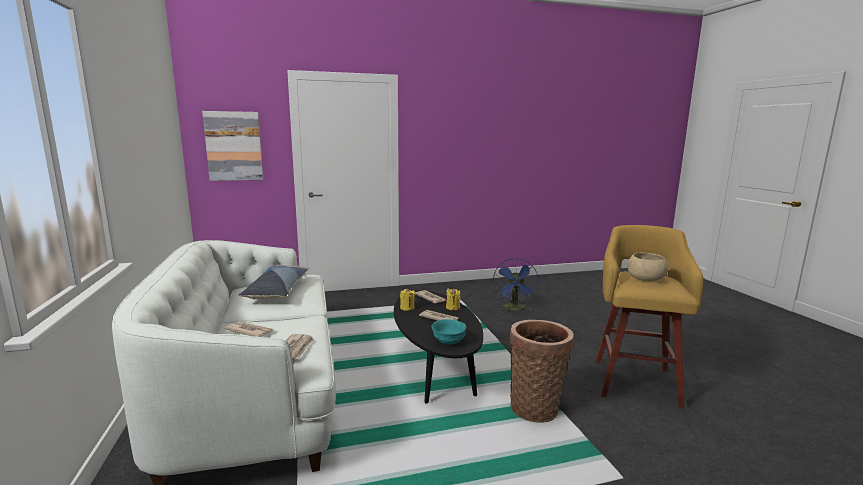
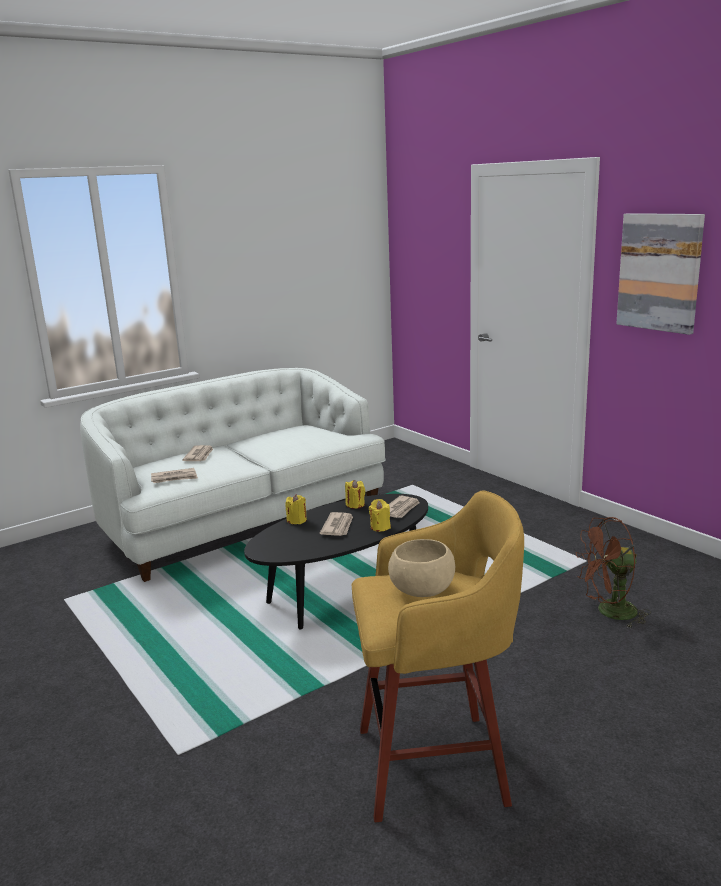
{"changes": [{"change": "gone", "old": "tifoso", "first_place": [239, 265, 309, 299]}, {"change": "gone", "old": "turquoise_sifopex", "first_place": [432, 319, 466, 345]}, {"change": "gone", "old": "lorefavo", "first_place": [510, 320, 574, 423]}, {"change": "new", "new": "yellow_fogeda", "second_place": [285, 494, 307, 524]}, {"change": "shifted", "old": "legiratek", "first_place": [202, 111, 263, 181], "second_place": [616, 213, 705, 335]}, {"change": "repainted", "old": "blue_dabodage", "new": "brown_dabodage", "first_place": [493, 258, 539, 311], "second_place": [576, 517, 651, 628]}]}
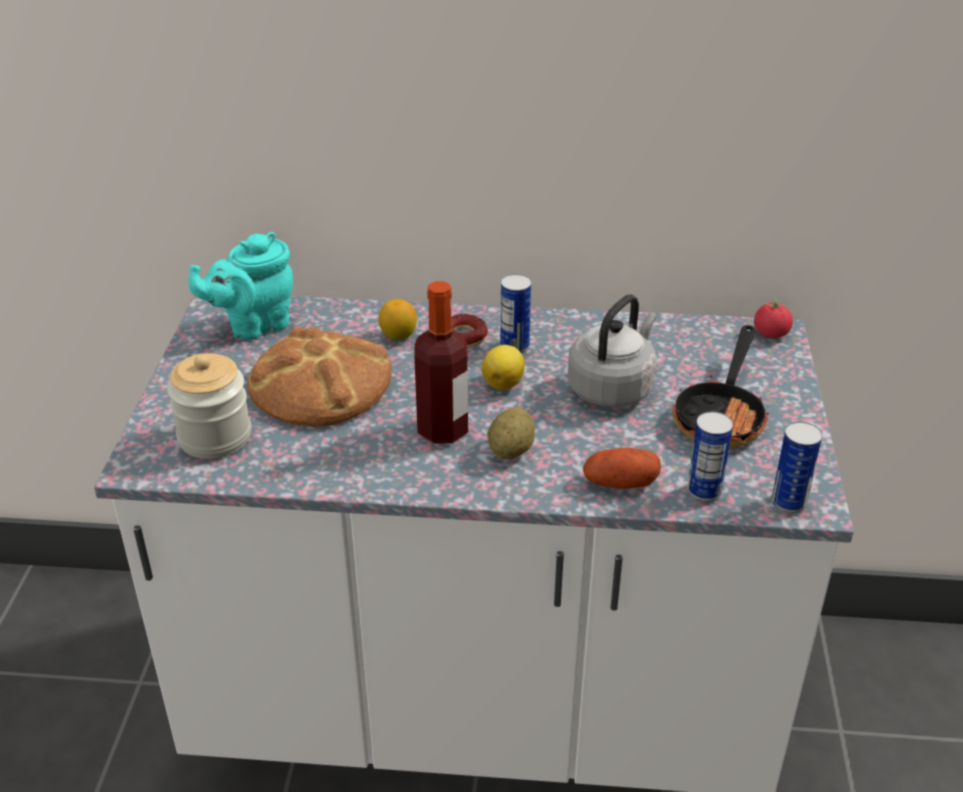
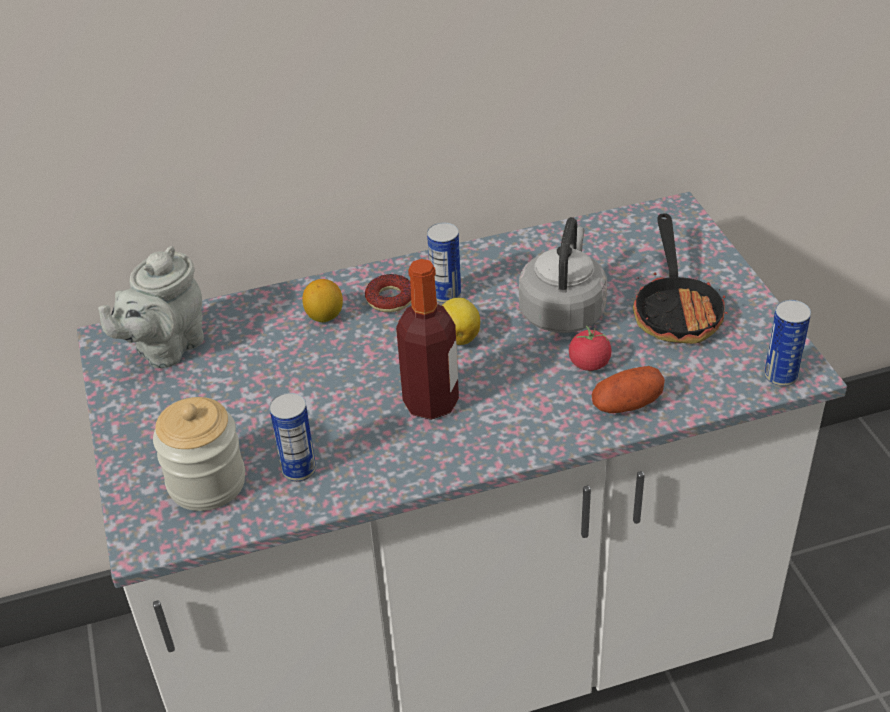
{"changes": [{"change": "gone", "old": "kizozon", "first_place": [248, 327, 392, 427]}, {"change": "gone", "old": "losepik", "first_place": [488, 407, 535, 459]}, {"change": "shifted", "old": "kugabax", "first_place": [687, 412, 733, 503], "second_place": [269, 393, 316, 482]}, {"change": "shifted", "old": "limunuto", "first_place": [754, 298, 793, 338], "second_place": [569, 326, 612, 371]}, {"change": "repainted", "old": "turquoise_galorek", "new": "grey_galorek", "first_place": [189, 232, 293, 340], "second_place": [98, 246, 204, 368]}]}
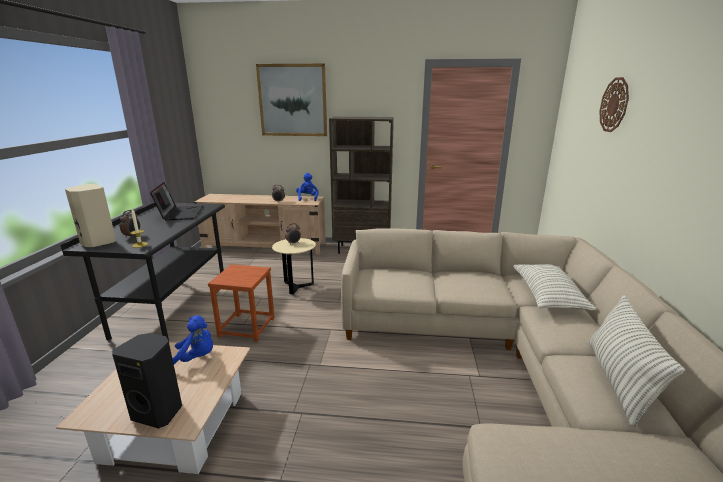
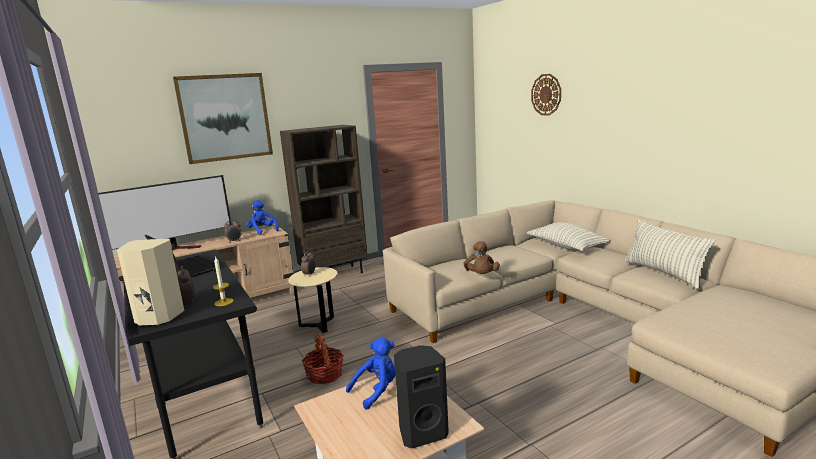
{"changes": [{"change": "new", "new": "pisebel", "second_place": [98, 175, 232, 250]}, {"change": "new", "new": "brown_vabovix", "second_place": [464, 241, 500, 274]}, {"change": "swapped", "old": "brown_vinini", "new": "lorefavo", "first_place": [208, 264, 275, 342], "second_place": [302, 334, 344, 384]}]}
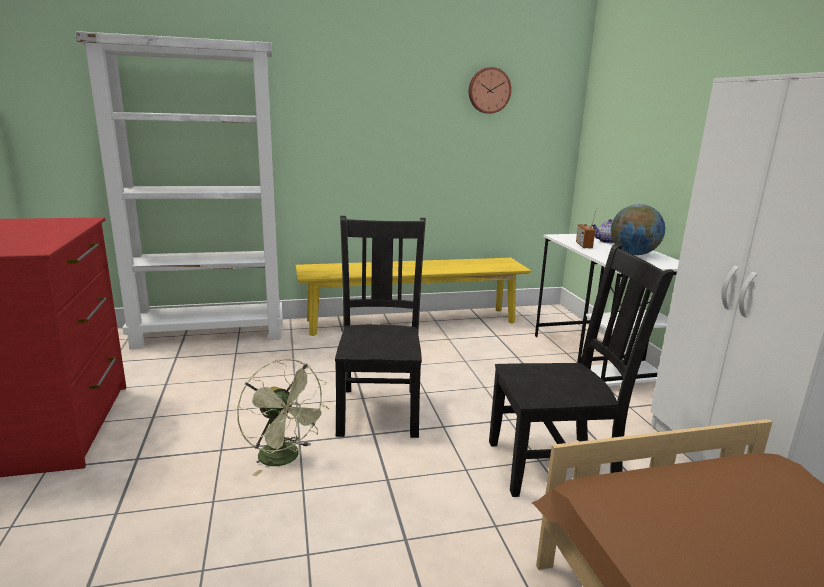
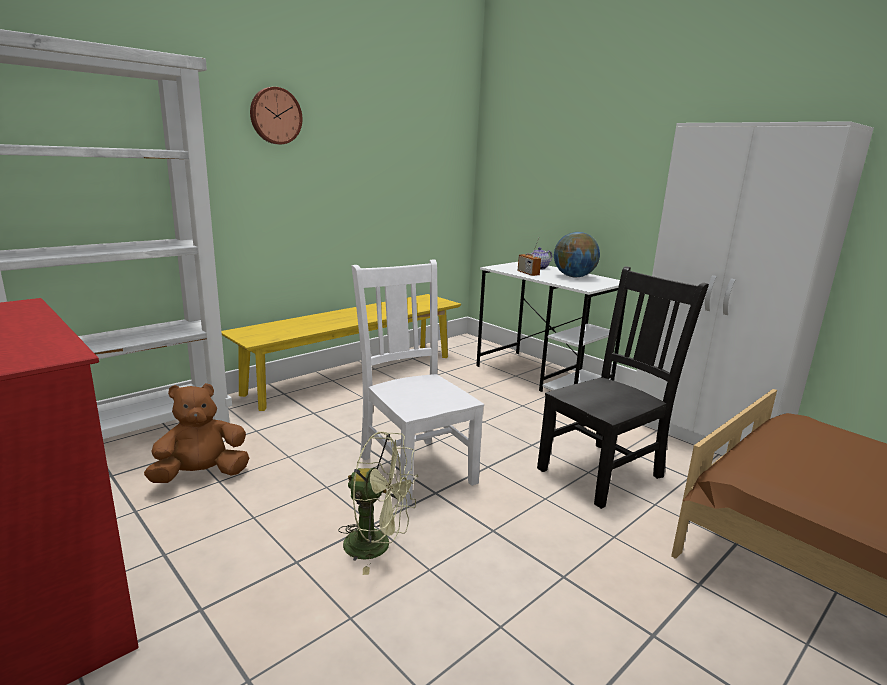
{"changes": [{"change": "new", "new": "brown_vabovix", "second_place": [144, 383, 249, 483]}, {"change": "shifted", "old": "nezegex", "first_place": [469, 67, 511, 114], "second_place": [250, 87, 302, 144]}, {"change": "repainted", "old": "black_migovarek", "new": "white_migovarek", "first_place": [335, 216, 426, 438], "second_place": [352, 260, 484, 506]}]}
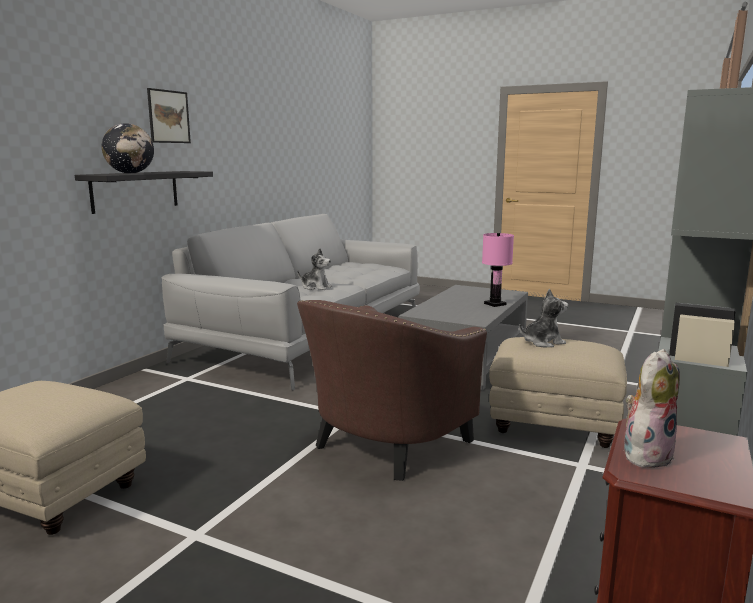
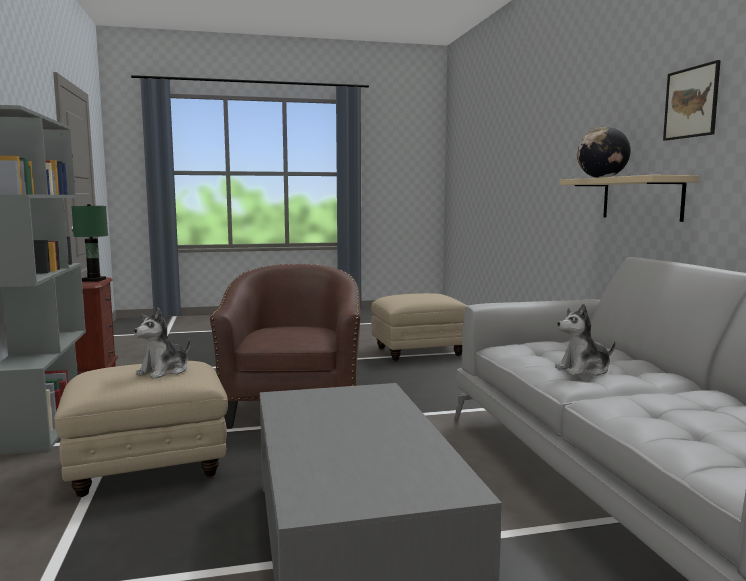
{"changes": [{"change": "gone", "old": "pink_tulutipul", "first_place": [482, 233, 514, 307]}, {"change": "swapped", "old": "vabovix", "new": "green_tulutipul", "first_place": [624, 349, 680, 470], "second_place": [71, 204, 108, 282]}, {"change": "repainted", "old": "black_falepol", "new": "beige_falepol", "first_place": [75, 171, 213, 214], "second_place": [560, 175, 699, 222]}]}
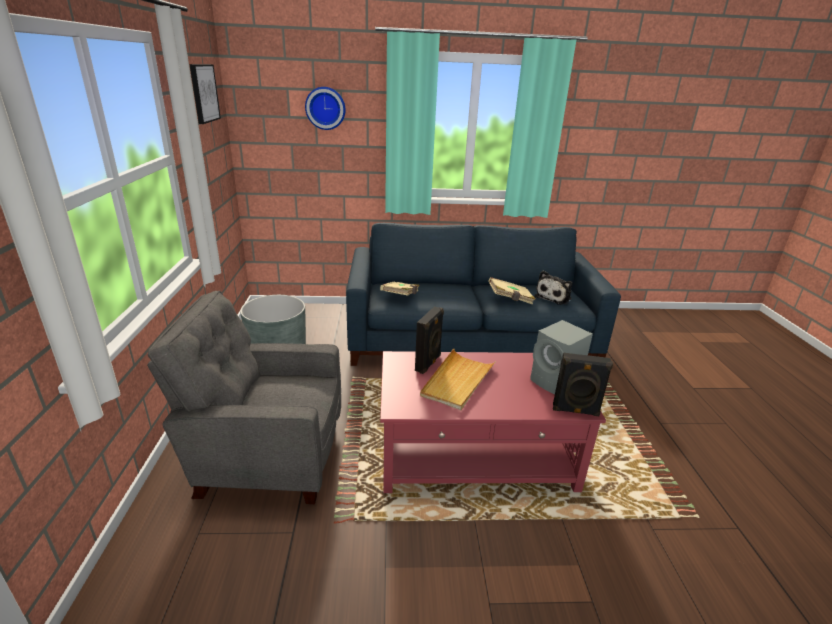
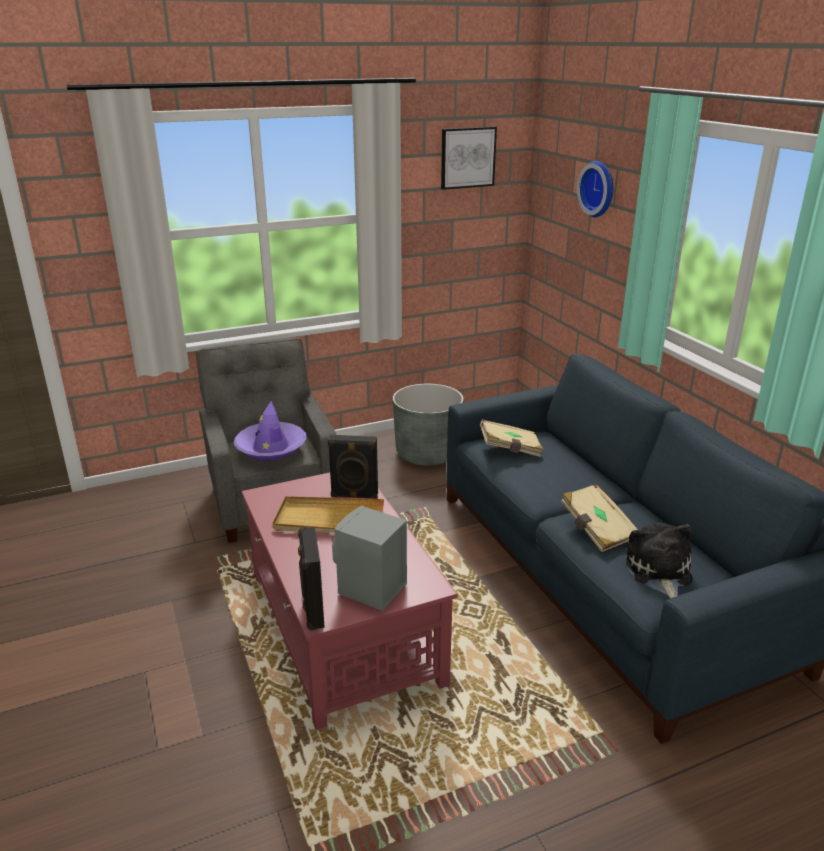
{"changes": [{"change": "new", "new": "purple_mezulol", "second_place": [234, 401, 307, 460]}, {"change": "rotated", "old": "vabovix", "first_place": [534, 271, 573, 305], "second_place": [625, 523, 693, 599], "degrees": 75}]}
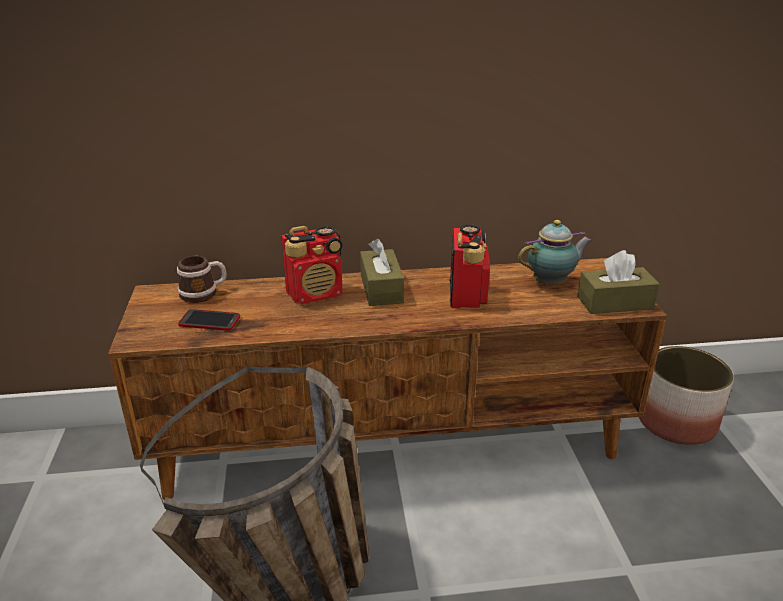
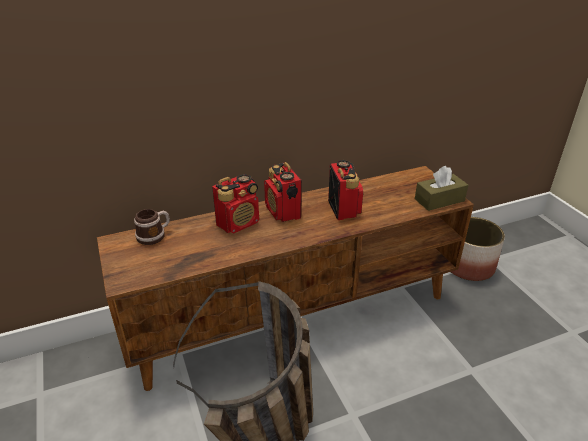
{"changes": [{"change": "gone", "old": "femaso", "first_place": [178, 309, 240, 331]}, {"change": "gone", "old": "galorek", "first_place": [518, 220, 592, 285]}, {"change": "swapped", "old": "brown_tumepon", "new": "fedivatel", "first_place": [360, 238, 404, 306], "second_place": [264, 162, 302, 222]}]}
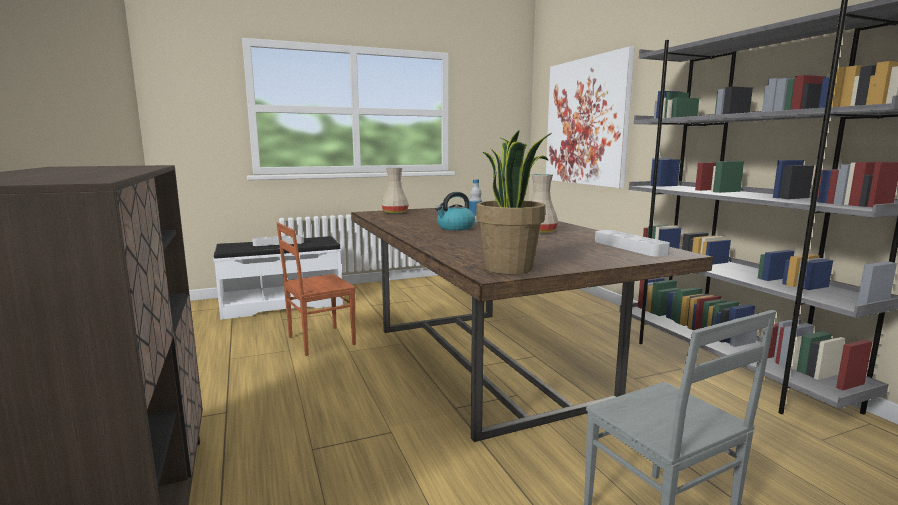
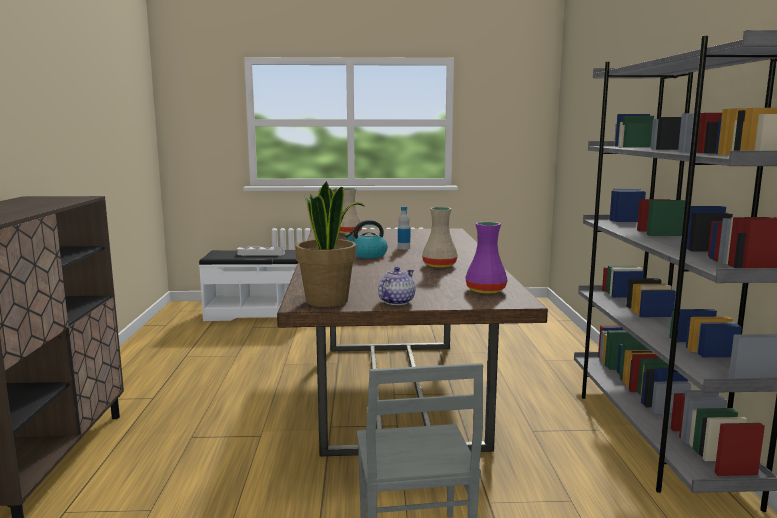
{"changes": [{"change": "gone", "old": "brown_migovarek", "first_place": [277, 222, 356, 356]}, {"change": "gone", "old": "legiratek", "first_place": [546, 46, 635, 188]}, {"change": "new", "new": "galorek", "second_place": [378, 267, 416, 305]}, {"change": "swapped", "old": "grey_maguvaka", "new": "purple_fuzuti", "first_place": [595, 230, 670, 256], "second_place": [465, 222, 508, 293]}]}
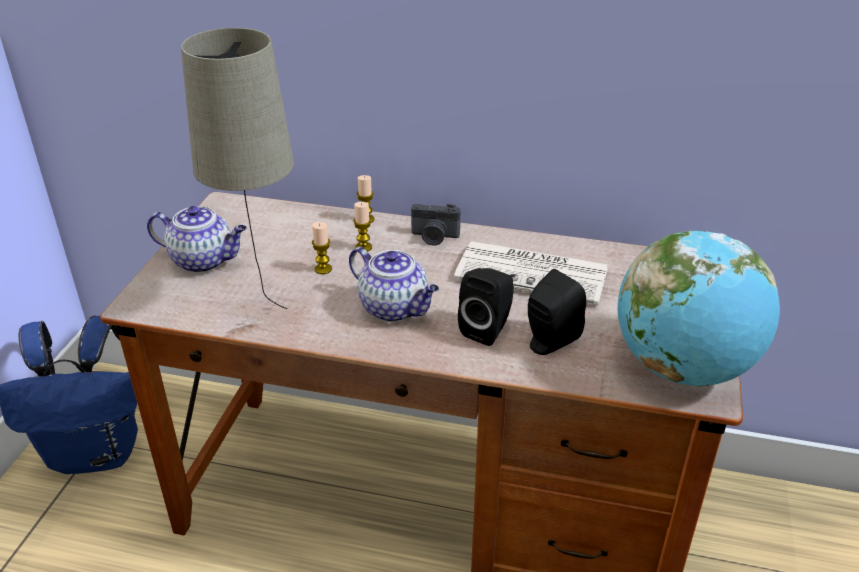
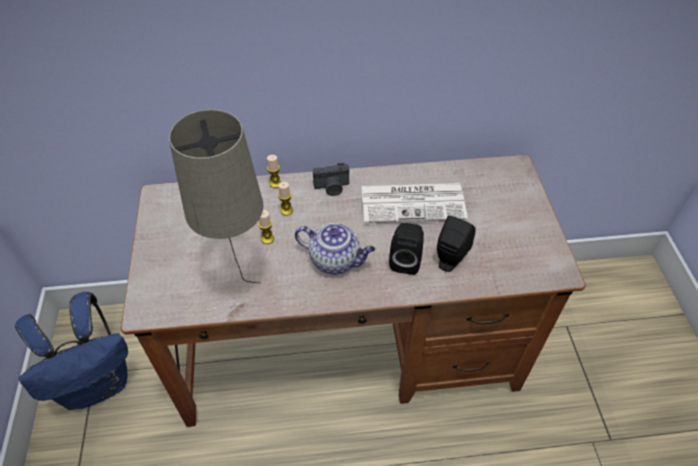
{"changes": [{"change": "gone", "old": "galorek", "first_place": [147, 206, 247, 273]}, {"change": "gone", "old": "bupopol", "first_place": [618, 230, 780, 387]}]}
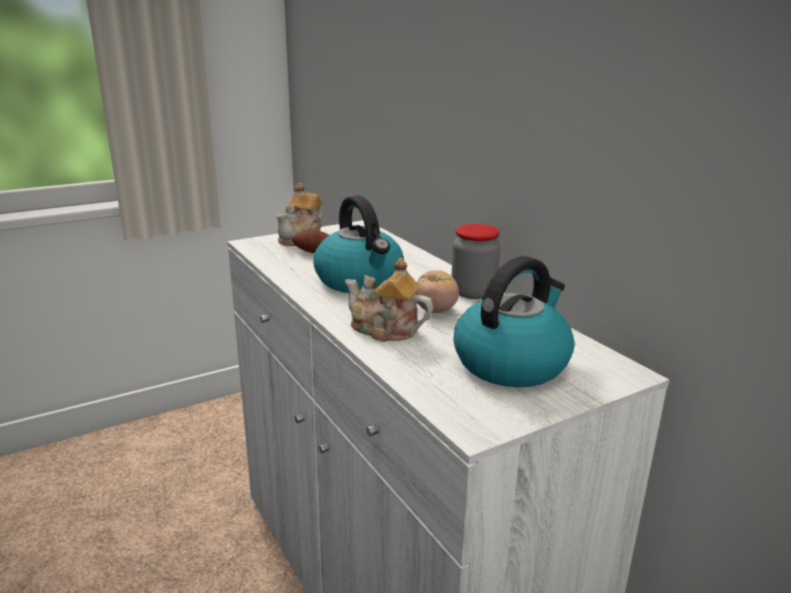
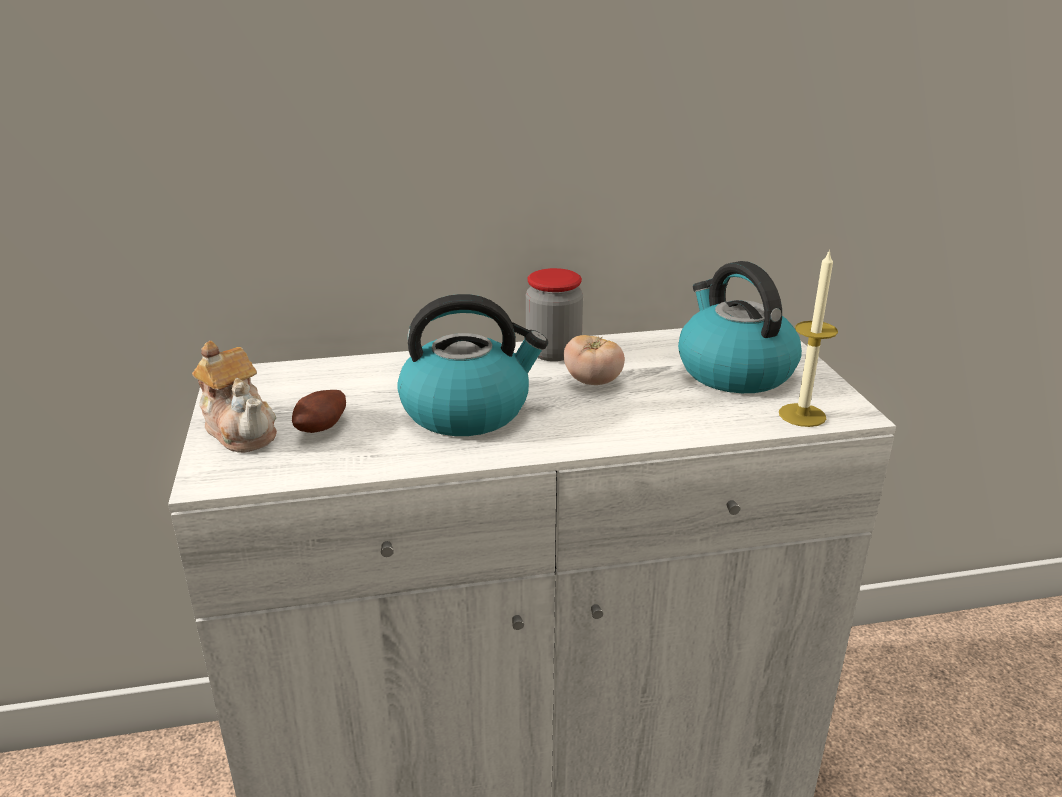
{"changes": [{"change": "gone", "old": "galorek", "first_place": [345, 258, 433, 342]}, {"change": "new", "new": "fogeda", "second_place": [779, 249, 838, 427]}]}
